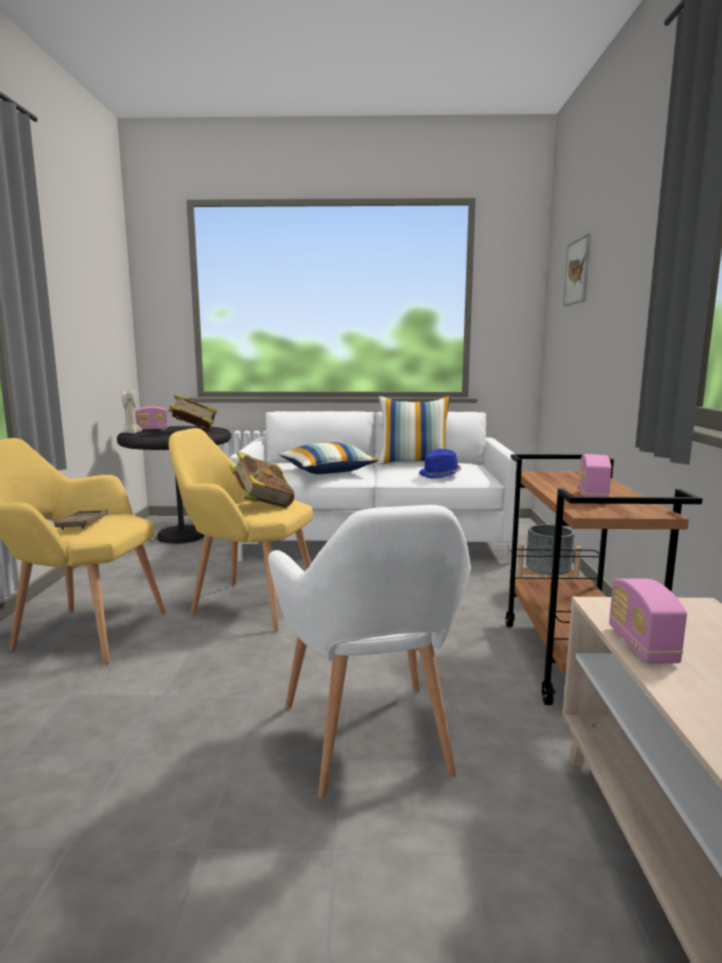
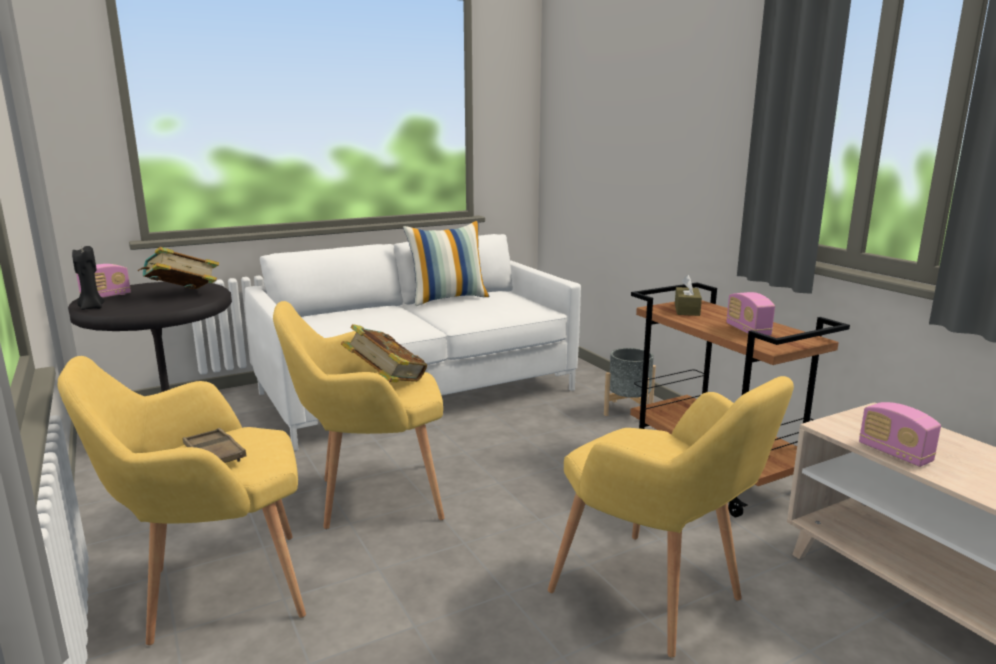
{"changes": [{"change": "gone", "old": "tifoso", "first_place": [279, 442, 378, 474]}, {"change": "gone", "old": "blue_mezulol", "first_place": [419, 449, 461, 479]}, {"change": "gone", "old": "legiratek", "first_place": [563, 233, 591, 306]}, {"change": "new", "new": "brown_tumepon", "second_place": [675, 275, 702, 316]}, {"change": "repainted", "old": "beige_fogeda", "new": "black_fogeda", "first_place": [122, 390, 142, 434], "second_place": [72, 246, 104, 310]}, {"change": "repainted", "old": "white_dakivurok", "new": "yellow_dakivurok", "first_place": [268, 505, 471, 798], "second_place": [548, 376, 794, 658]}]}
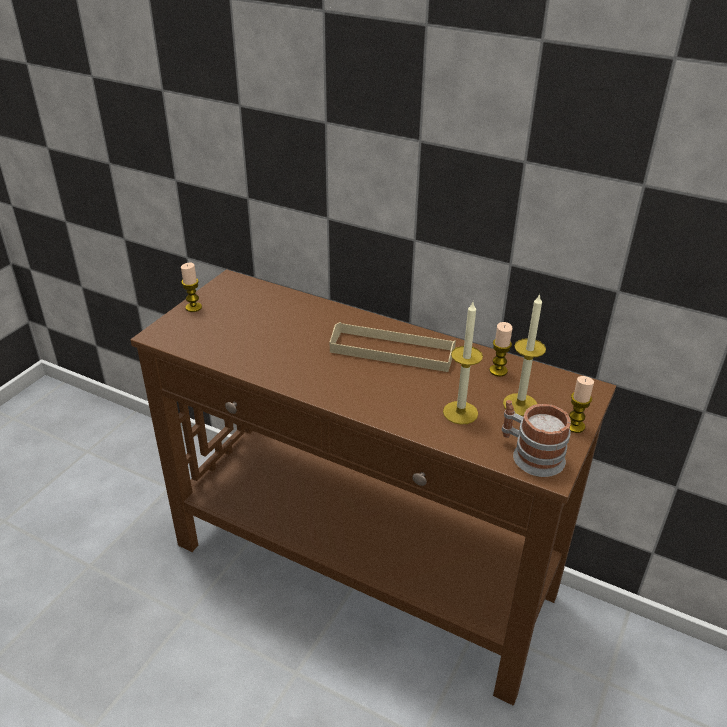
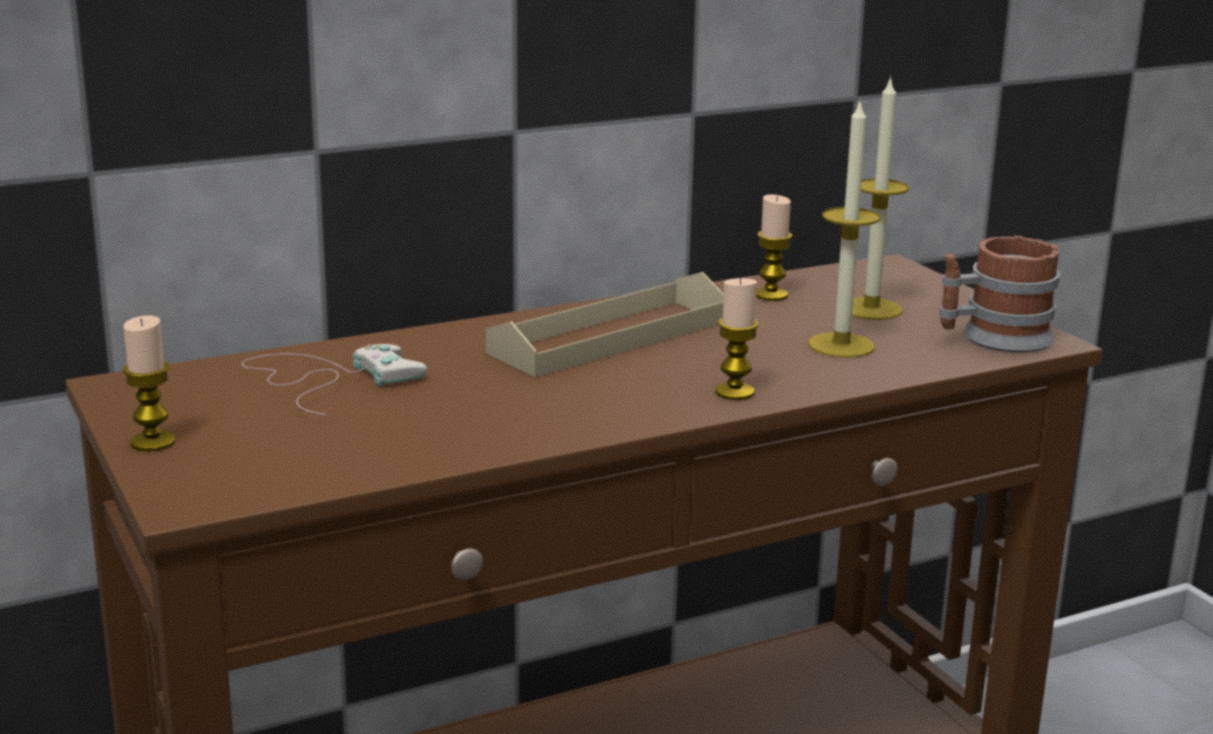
{"changes": [{"change": "new", "new": "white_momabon", "second_place": [242, 344, 427, 415]}, {"change": "shifted", "old": "fogeda", "first_place": [569, 376, 594, 433], "second_place": [715, 278, 759, 400]}]}
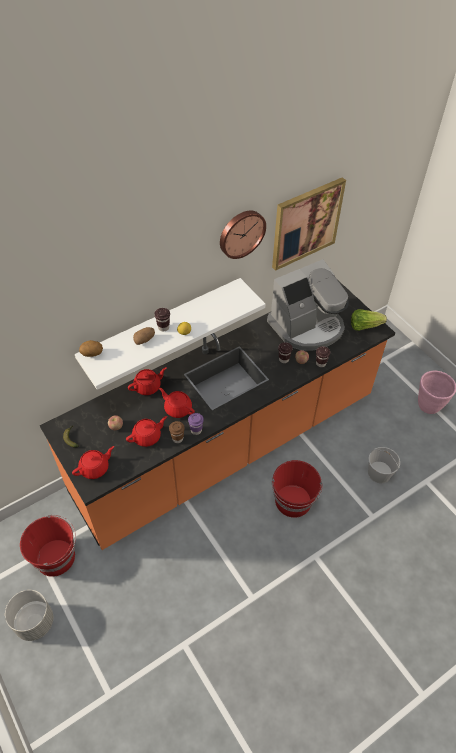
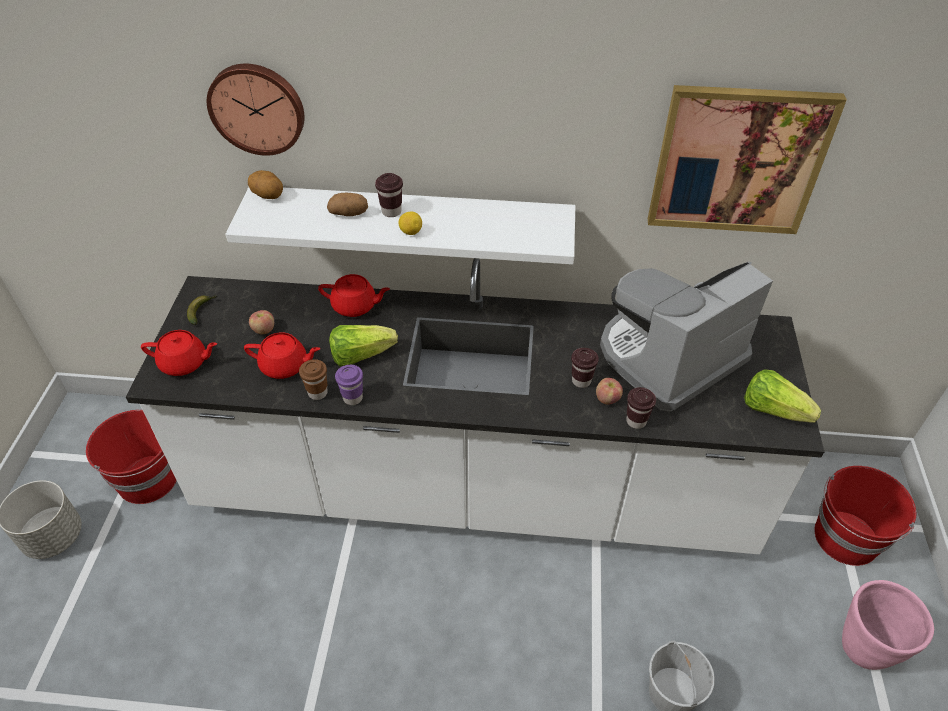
{"changes": [{"change": "shifted", "old": "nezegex", "first_place": [220, 210, 266, 259], "second_place": [207, 64, 305, 156]}, {"change": "shifted", "old": "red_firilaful", "first_place": [272, 460, 323, 518], "second_place": [814, 466, 916, 566]}, {"change": "swapped", "old": "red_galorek", "new": "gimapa", "first_place": [159, 387, 195, 418], "second_place": [329, 325, 398, 366]}, {"change": "repainted", "old": "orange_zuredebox", "new": "white_zuredebox", "first_place": [40, 281, 395, 550], "second_place": [126, 258, 824, 554]}, {"change": "rotated", "old": "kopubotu", "first_place": [267, 259, 349, 351], "second_place": [600, 261, 773, 412], "degrees": 135}]}
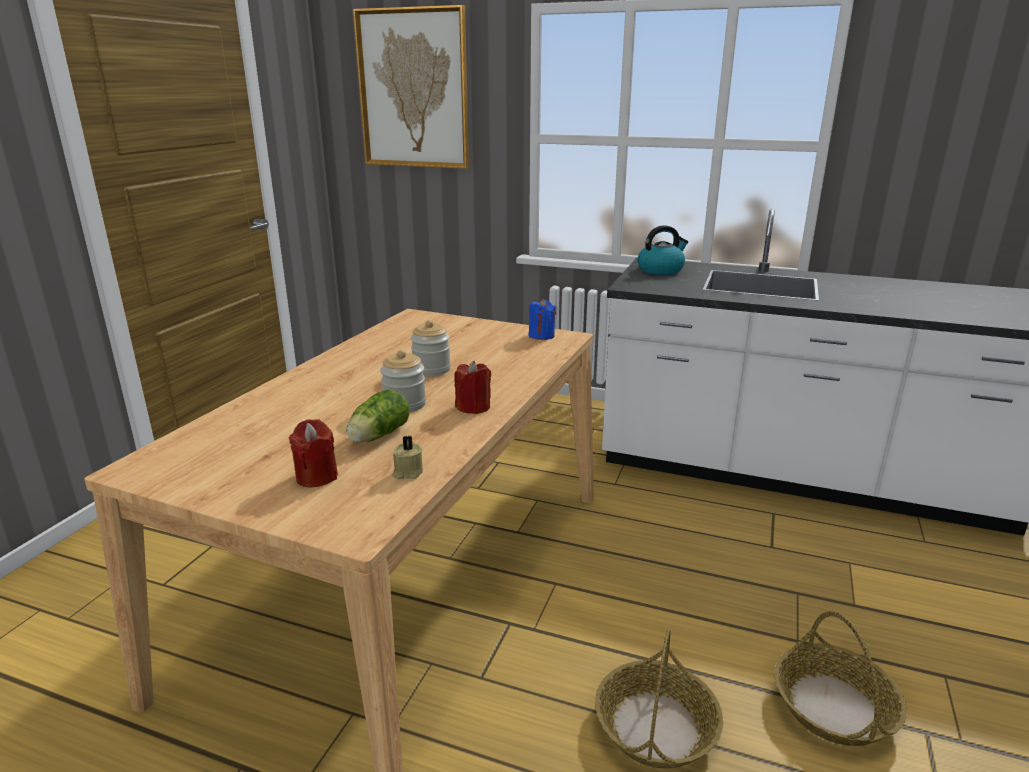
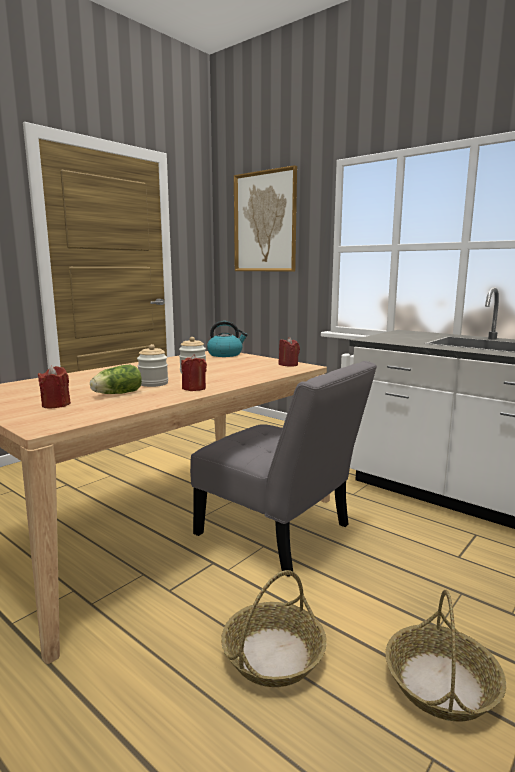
{"changes": [{"change": "gone", "old": "beige_fogeda", "first_place": [392, 435, 423, 479]}, {"change": "new", "new": "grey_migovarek", "second_place": [190, 361, 377, 577]}, {"change": "shifted", "old": "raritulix", "first_place": [637, 225, 688, 275], "second_place": [207, 321, 248, 357]}, {"change": "repainted", "old": "blue_fogeda", "new": "red_fogeda", "first_place": [529, 299, 556, 340], "second_place": [279, 337, 300, 367]}]}
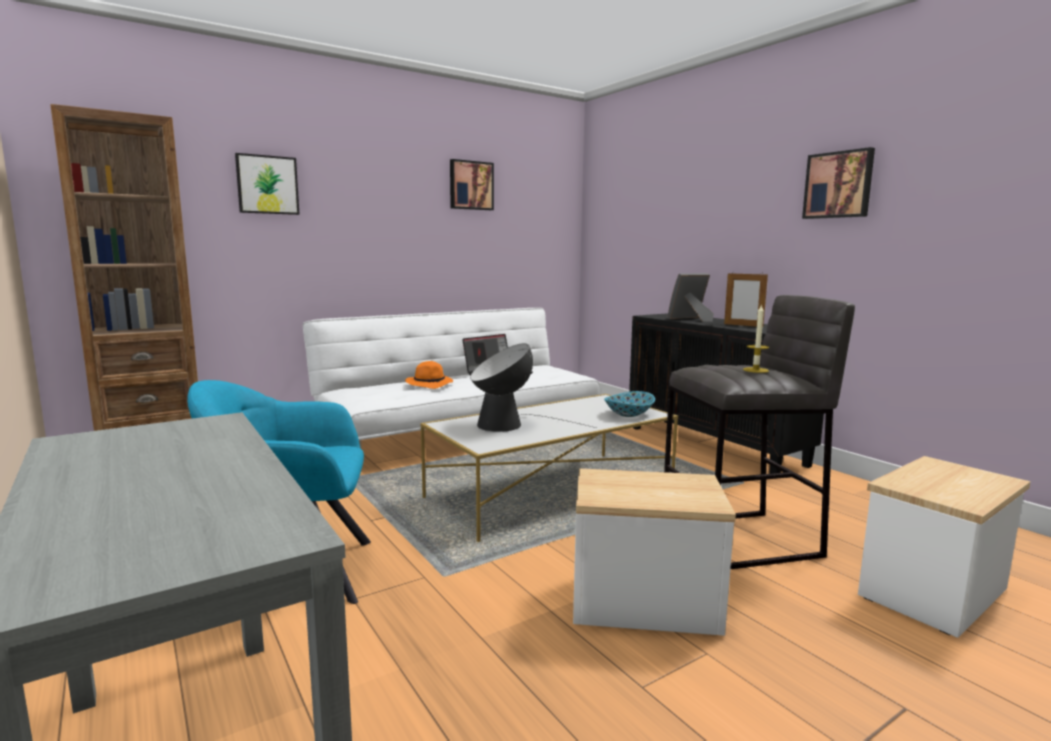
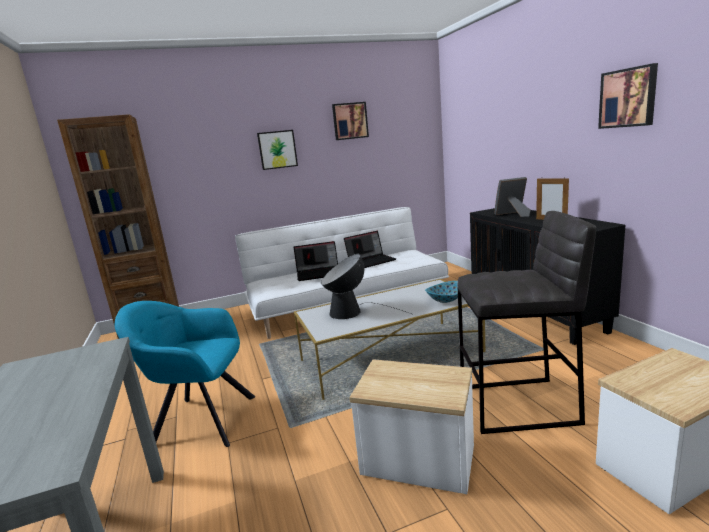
{"changes": [{"change": "gone", "old": "fogeda", "first_place": [743, 304, 769, 373]}, {"change": "shifted", "old": "legiratek", "first_place": [235, 153, 299, 215], "second_place": [257, 130, 298, 170]}, {"change": "swapped", "old": "orange_mezulol", "new": "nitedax", "first_place": [405, 361, 453, 389], "second_place": [294, 241, 338, 281]}]}
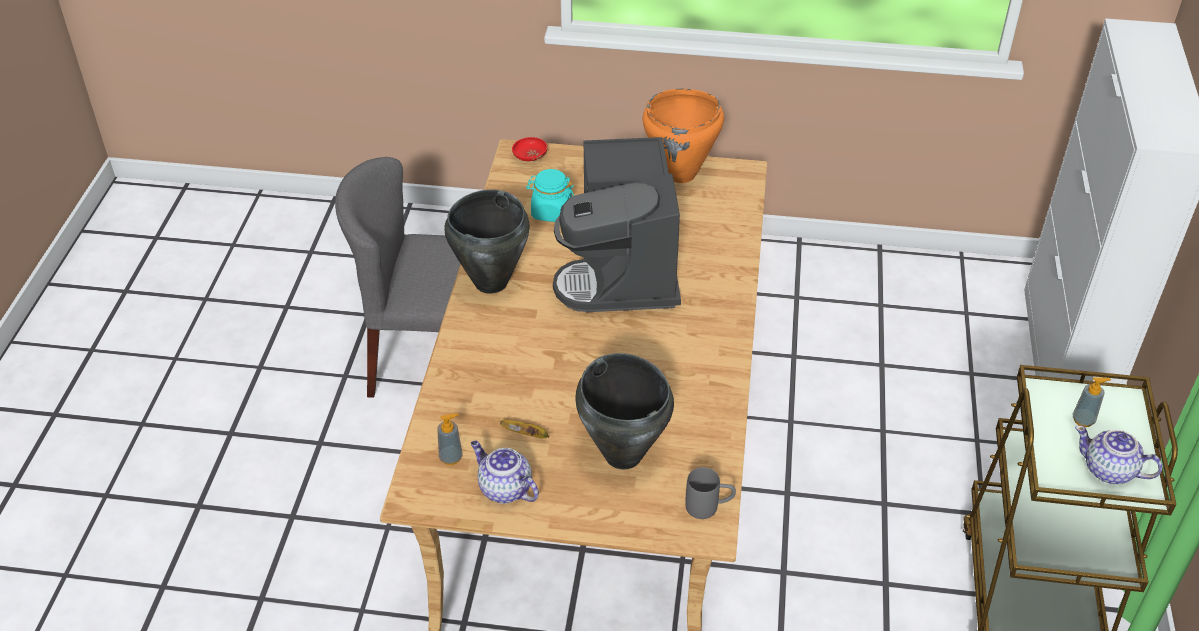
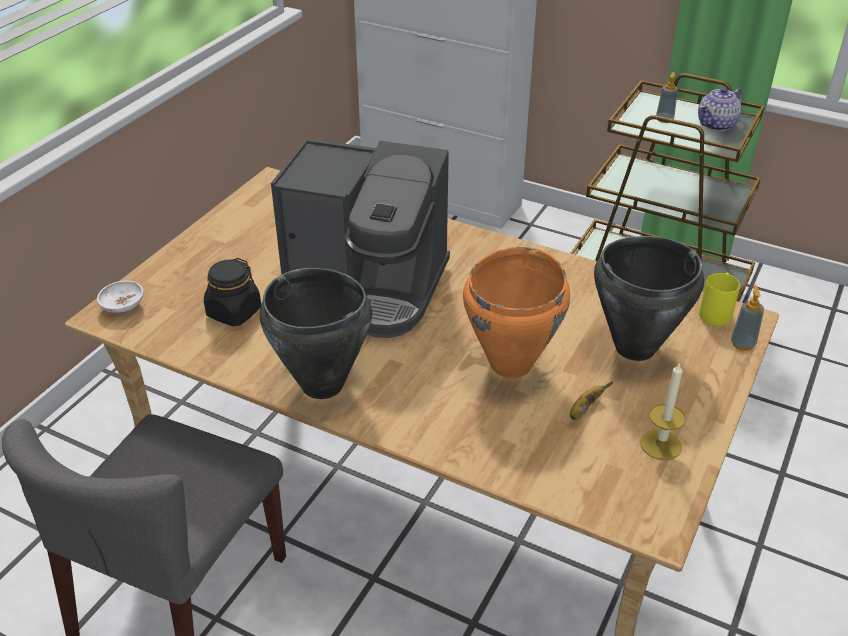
{"changes": [{"change": "shifted", "old": "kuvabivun", "first_place": [437, 414, 462, 465], "second_place": [731, 285, 764, 351]}, {"change": "shifted", "old": "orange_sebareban", "first_place": [642, 89, 724, 183], "second_place": [463, 247, 570, 378]}, {"change": "swapped", "old": "galorek", "new": "fogeda", "first_place": [471, 441, 539, 504], "second_place": [640, 362, 686, 460]}, {"change": "repainted", "old": "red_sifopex", "new": "white_sifopex", "first_place": [512, 137, 548, 161], "second_place": [97, 281, 143, 313]}, {"change": "repainted", "old": "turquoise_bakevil", "new": "black_bakevil", "first_place": [526, 169, 574, 222], "second_place": [204, 258, 261, 326]}, {"change": "repainted", "old": "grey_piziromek", "new": "yellow_piziromek", "first_place": [685, 467, 736, 519], "second_place": [699, 272, 740, 326]}]}
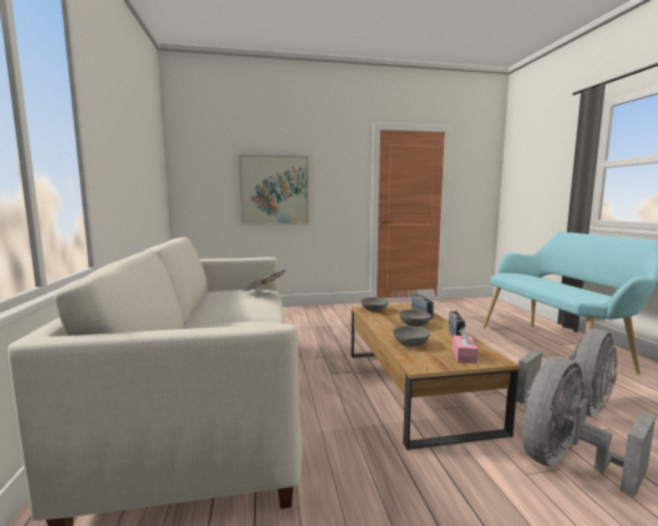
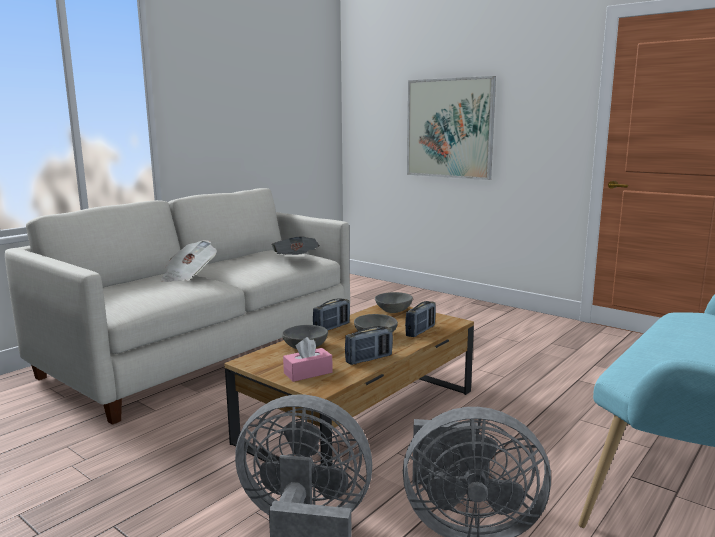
{"changes": [{"change": "new", "new": "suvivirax", "second_place": [160, 240, 217, 282]}, {"change": "new", "new": "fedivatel", "second_place": [313, 298, 350, 330]}]}
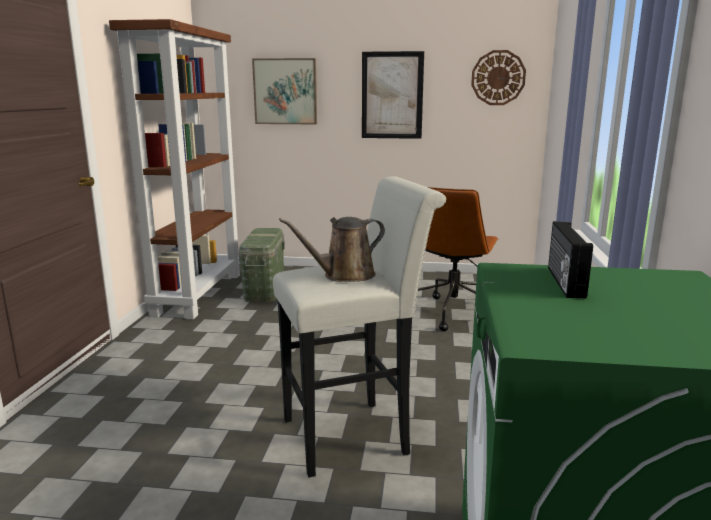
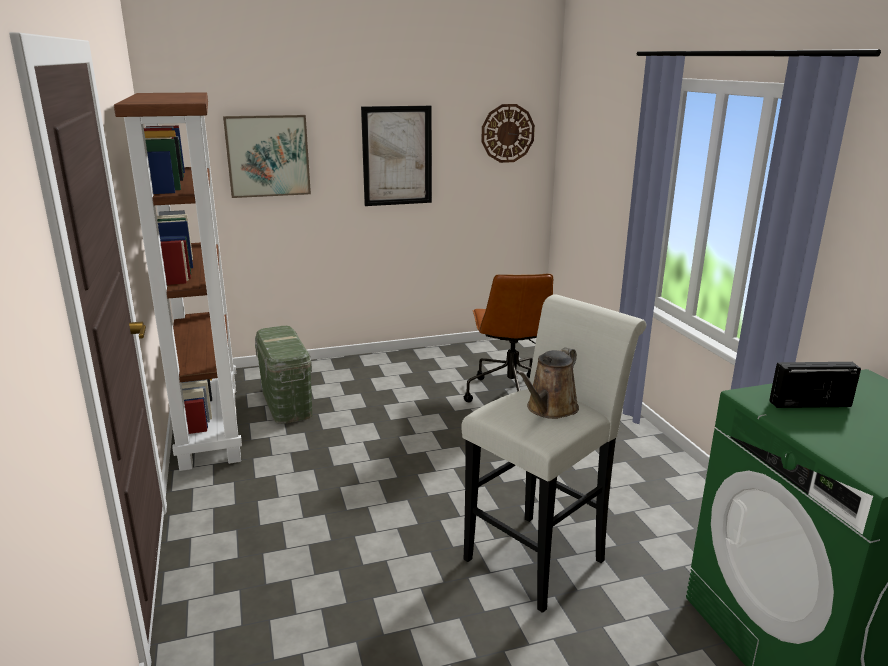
{"changes": [{"change": "rotated", "old": "fedivatel", "first_place": [548, 221, 593, 298], "second_place": [769, 362, 861, 408], "degrees": 105}]}
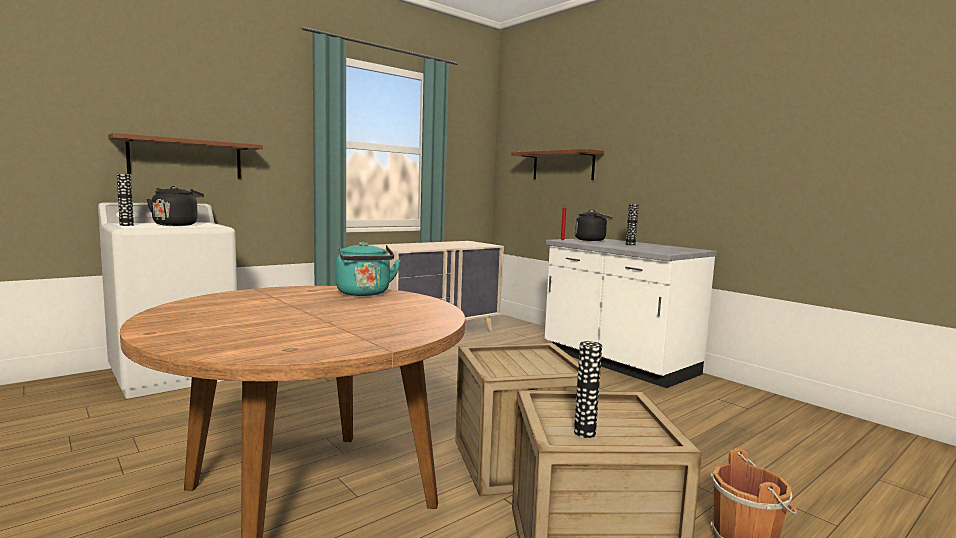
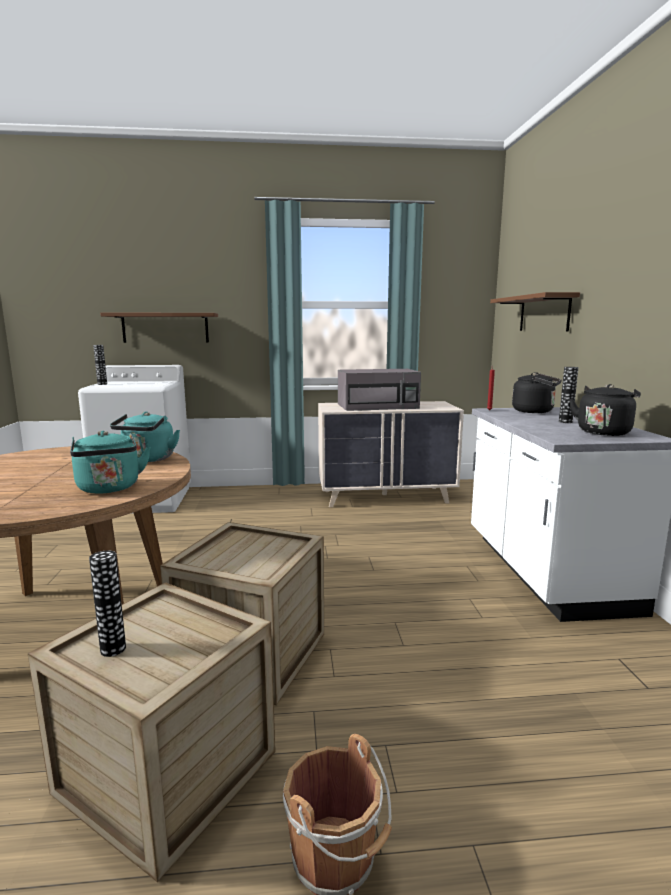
{"changes": [{"change": "new", "new": "turquoise_raritulix", "second_place": [70, 431, 151, 494]}, {"change": "new", "new": "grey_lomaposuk", "second_place": [338, 369, 421, 411]}, {"change": "shifted", "old": "black_raritulix", "first_place": [147, 186, 204, 226], "second_place": [569, 384, 641, 436]}]}
